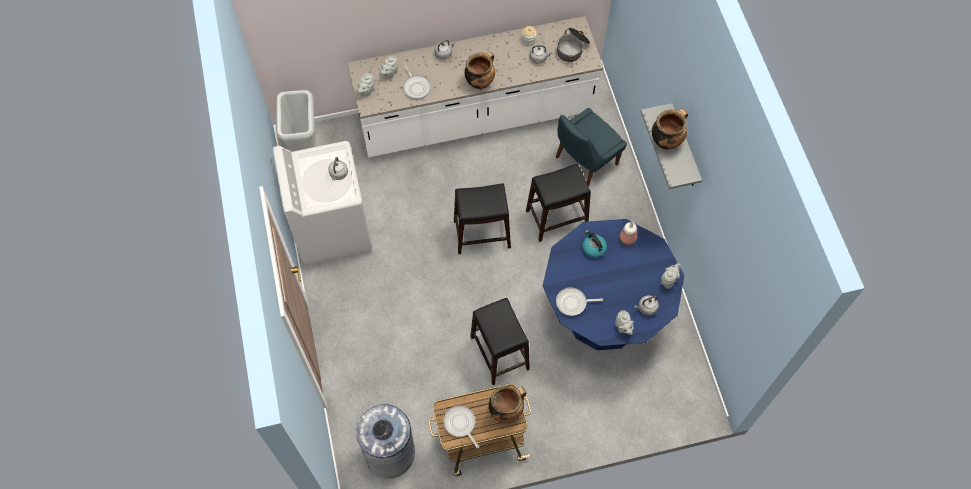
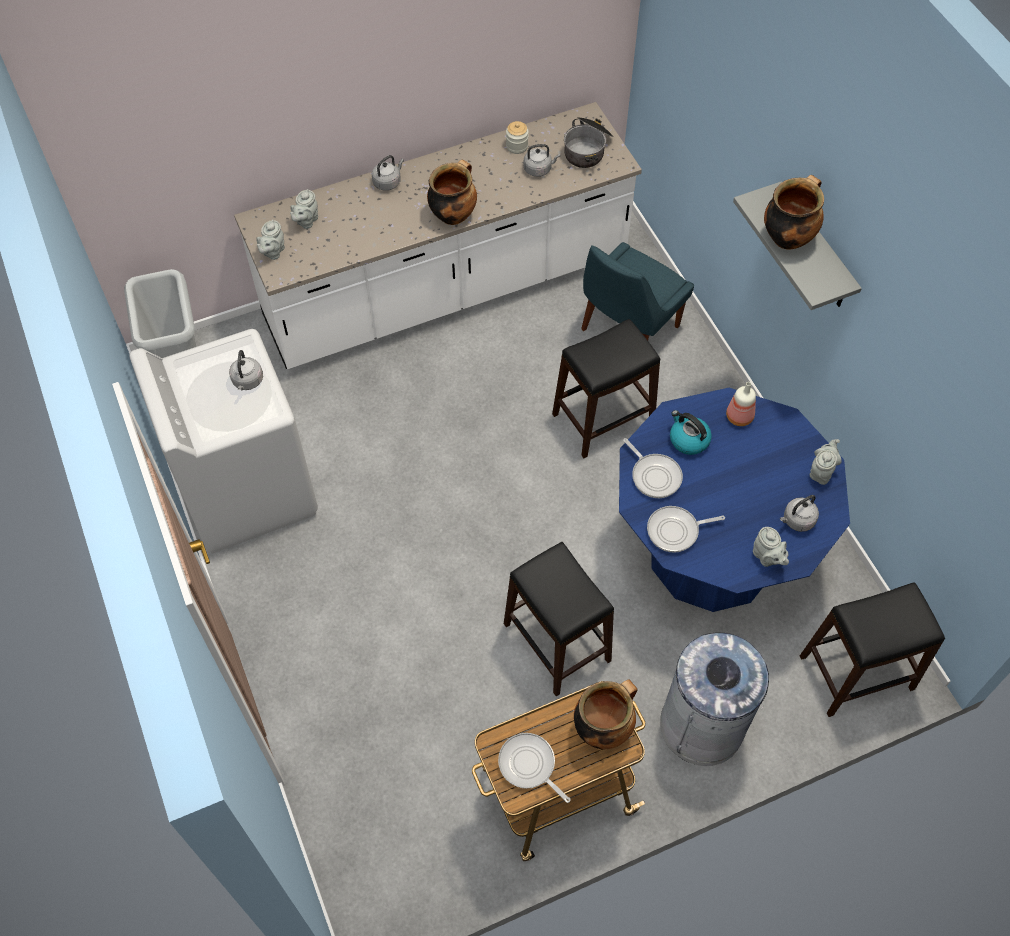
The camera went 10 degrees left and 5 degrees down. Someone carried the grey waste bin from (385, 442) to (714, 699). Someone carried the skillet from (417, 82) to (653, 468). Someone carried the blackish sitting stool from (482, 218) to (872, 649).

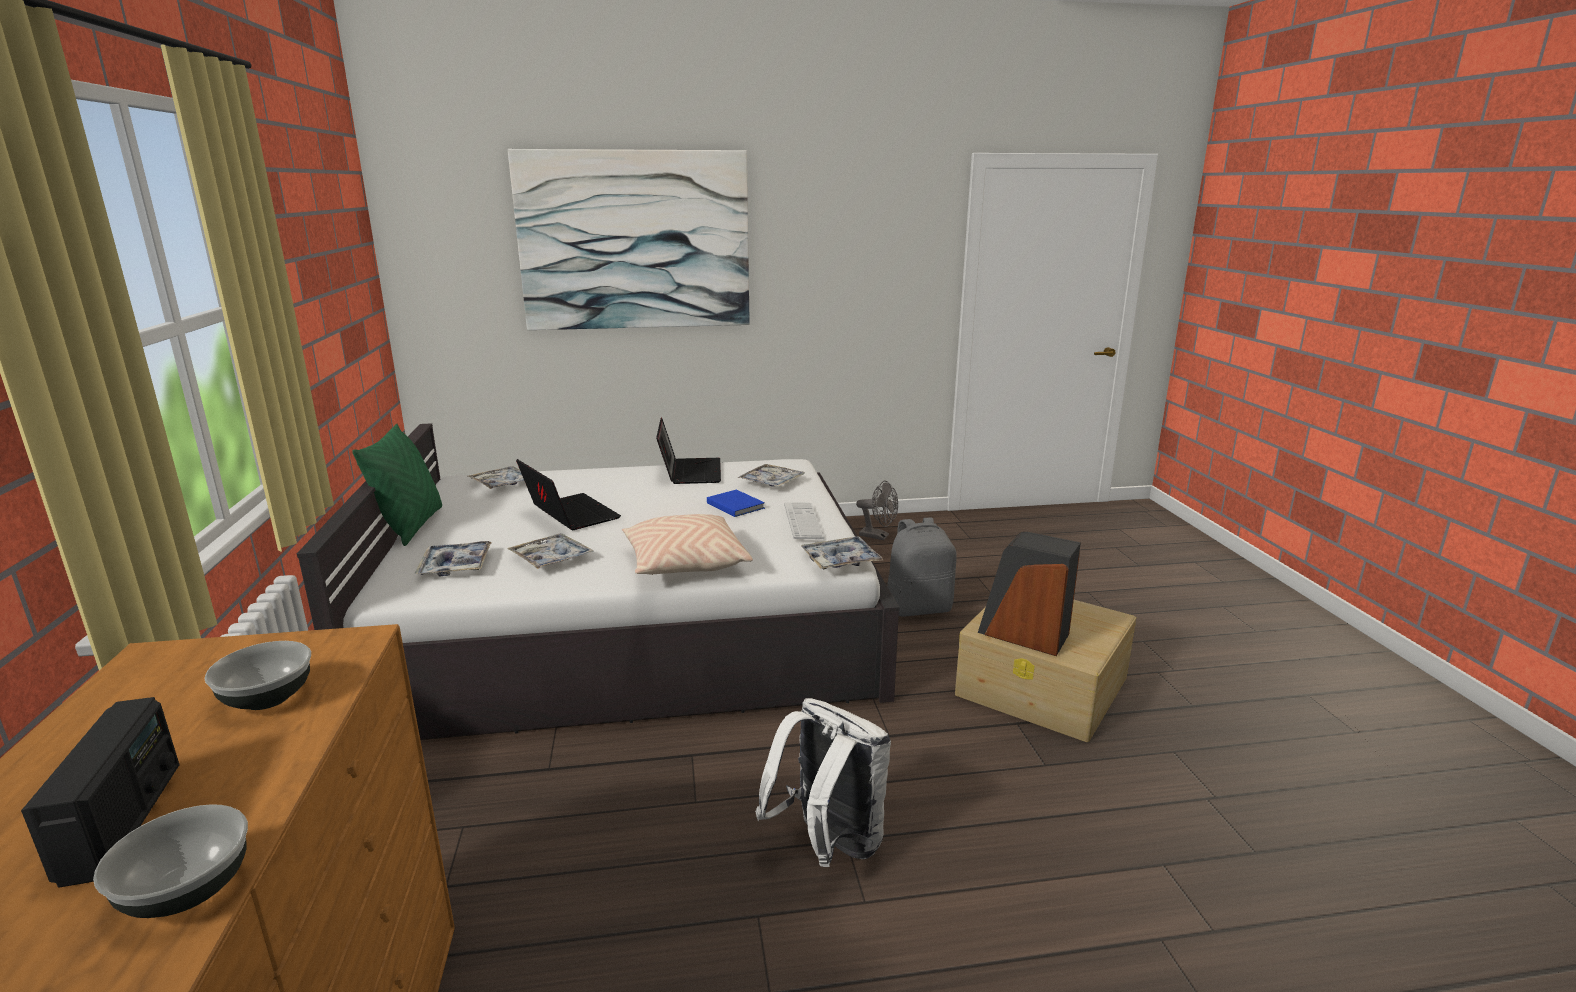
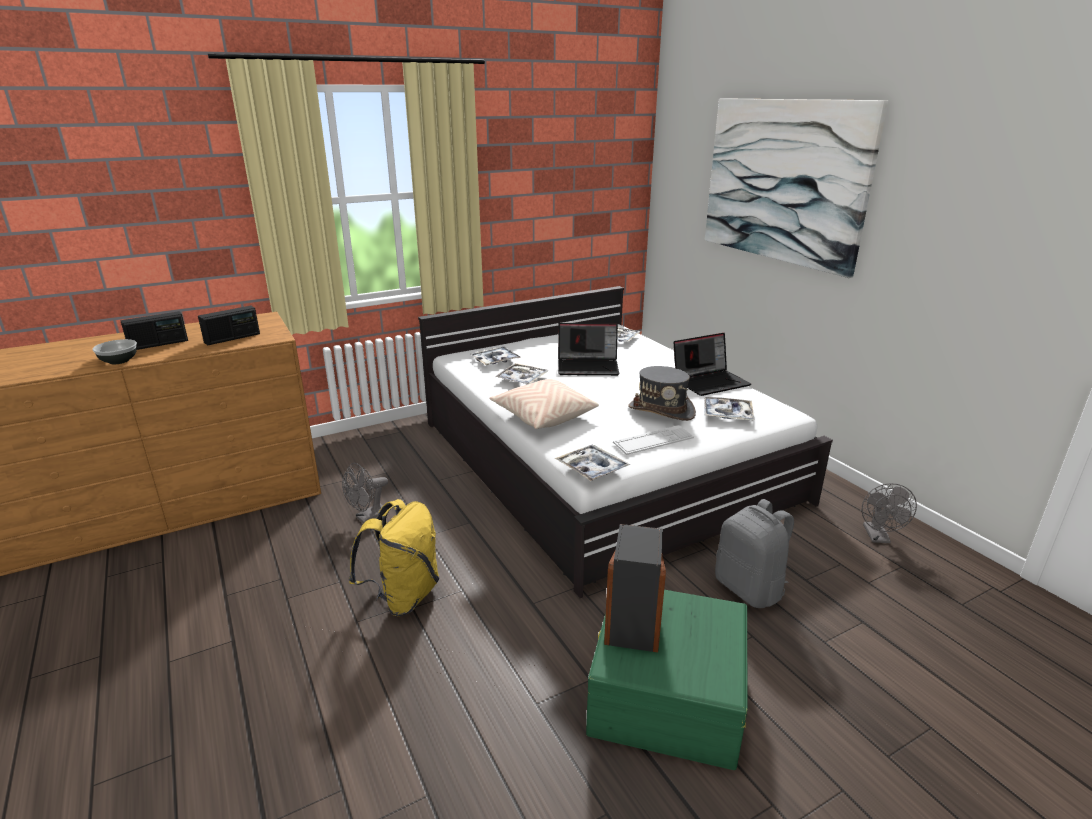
The camera went 70 degrees right and 5 degrees up. Someone swapped the deep dish at (258, 675) for the radio set at (229, 326). Someone took away the green-coloured pillow at (397, 484). Someone rotated the portable computer at (568, 494) by 60 degrees clockwise. Someone swapped the blue-coloured bound book at (736, 503) for the grey wearable hat at (662, 393). Someone repainted the white-coloured knapsack at (823, 782), which became the yellowish knapsack at (394, 557). Someone repainted the beige-coloured storage container at (1045, 671), which became the green-coloured storage container at (666, 680). Someone put down the grey electric fan at (365, 493).

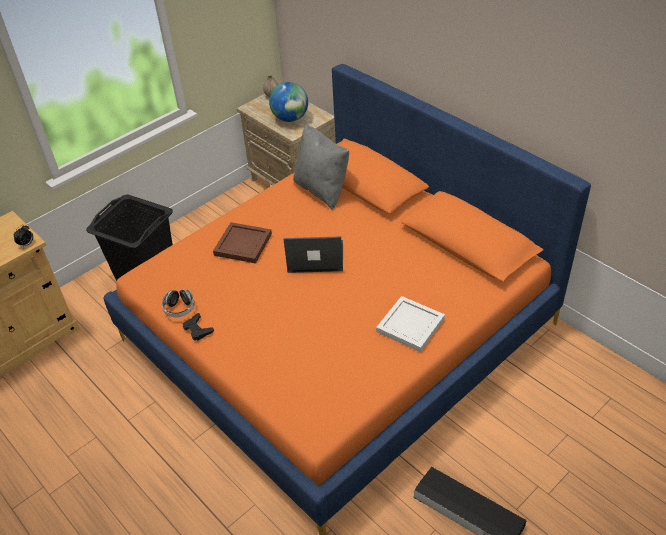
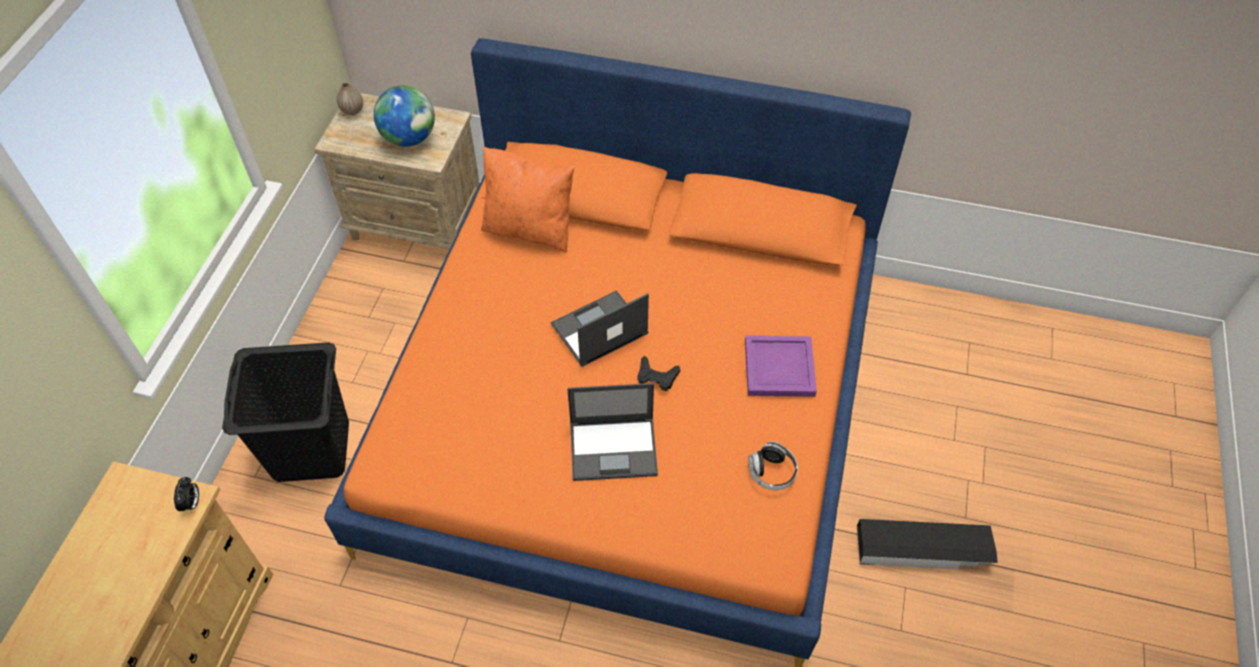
The camera went 35 degrees left and 10 degrees up. Someone carried the headphones from (178, 303) to (773, 465). Someone carried the blackish gamepad from (198, 327) to (658, 373). Someone took away the brown tray at (242, 243). Someone repainted the grey pillow at (321, 167), which became the orange pillow at (527, 199). Someone repainted the white-coloured tray at (410, 324), which became the purple-coloured tray at (781, 366). Someone put down the portable computer at (612, 432).

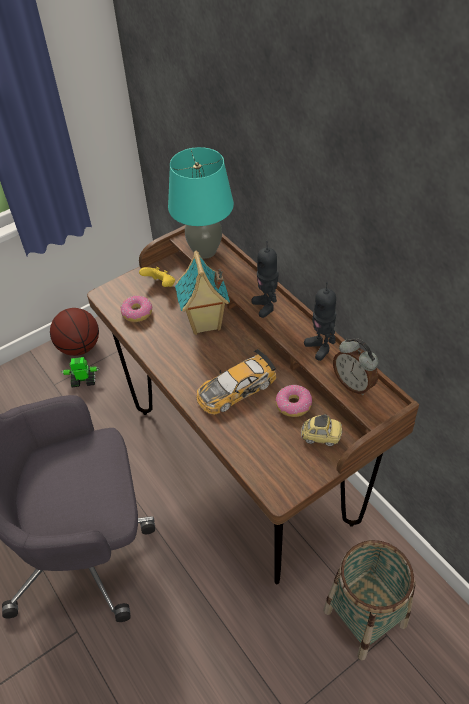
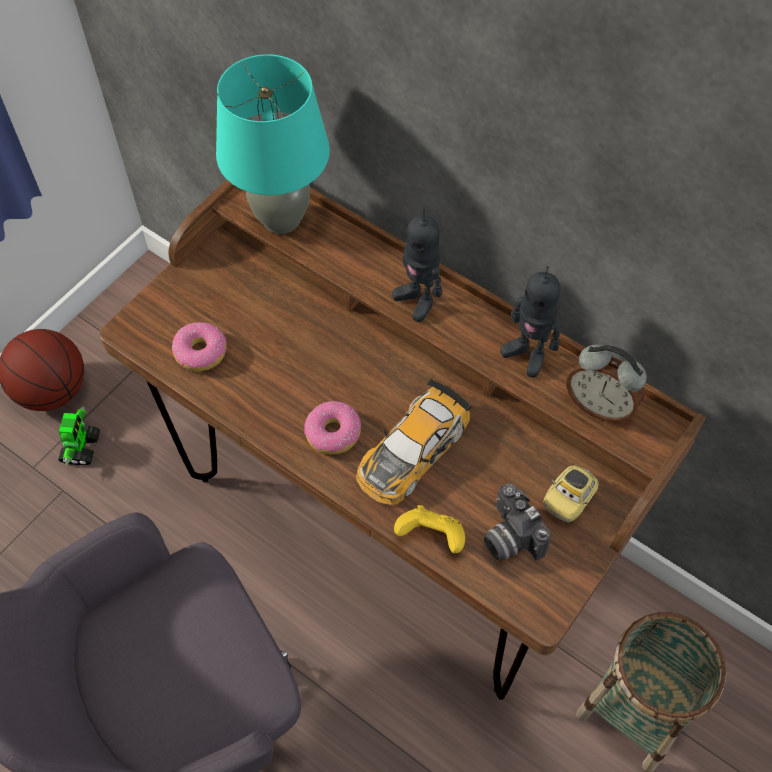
The camera went 20 degrees left and 10 degrees up. Someone rotated the robot figure at (80, 372) by 120 degrees clockwise. Someone carried the yellowish gamepad from (157, 277) to (429, 529). Someone took away the miniature house at (202, 293). Someone carried the ring doughnut from (293, 401) to (332, 427). Someone rotated the miniature car at (321, 430) by 135 degrees clockwise. Someone put down the photo camera at (517, 522).

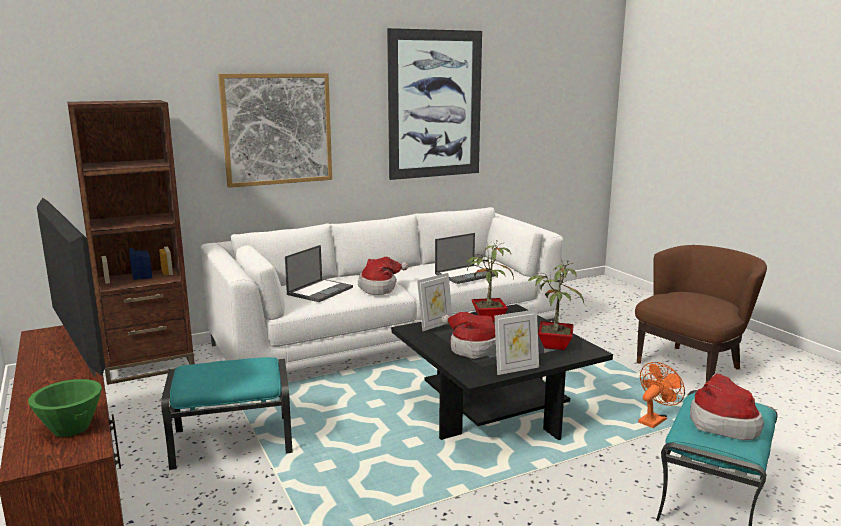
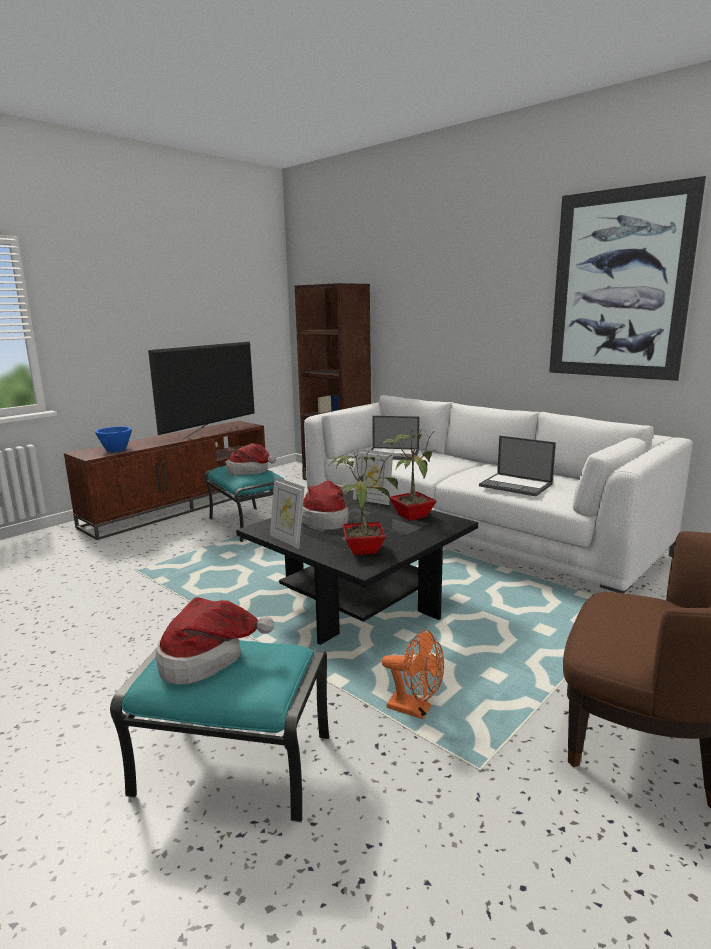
The camera went 70 degrees right and 0 degrees up. Someone repainted the green-coloured deep dish at (65, 408), which became the blue-coloured deep dish at (113, 439). Someone took away the wall picture at (275, 130). Someone carried the wearable hat from (383, 276) to (251, 459).

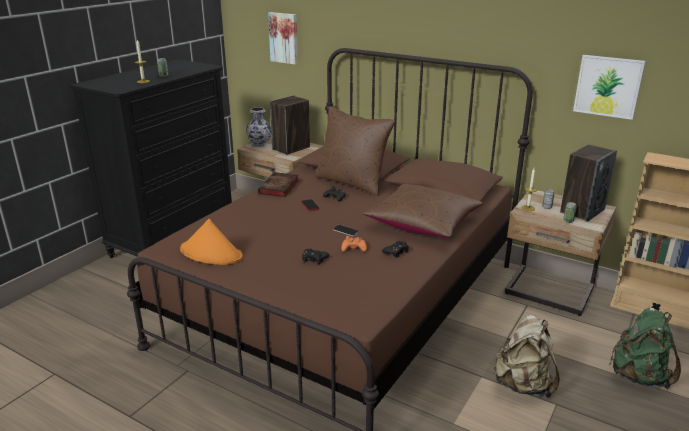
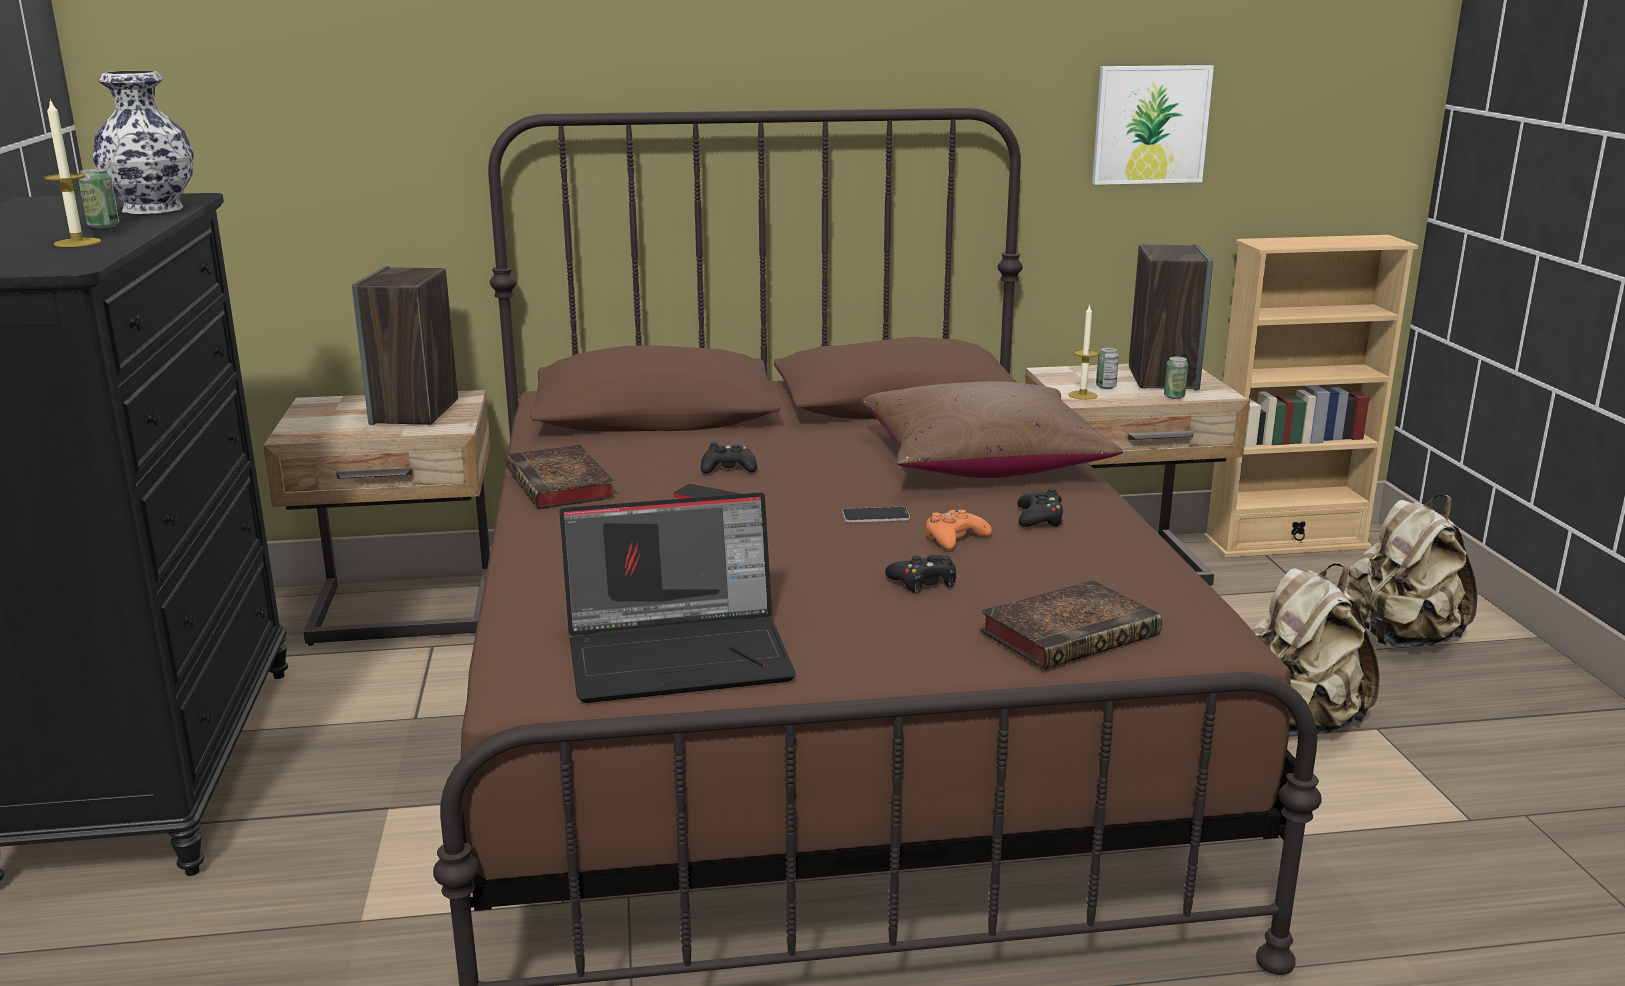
The camera went 40 degrees left and 5 degrees down. Someone swapped the orange wearable hat at (211, 242) for the portable computer at (677, 598). Someone carried the flower vase from (258, 127) to (143, 142). Someone took away the wall picture at (283, 38). Someone took away the brown pillow at (355, 151). Someone repainted the green-coloured knapsack at (645, 348), which became the beige-coloured knapsack at (1412, 571). Someone put down the bound book at (1071, 624).

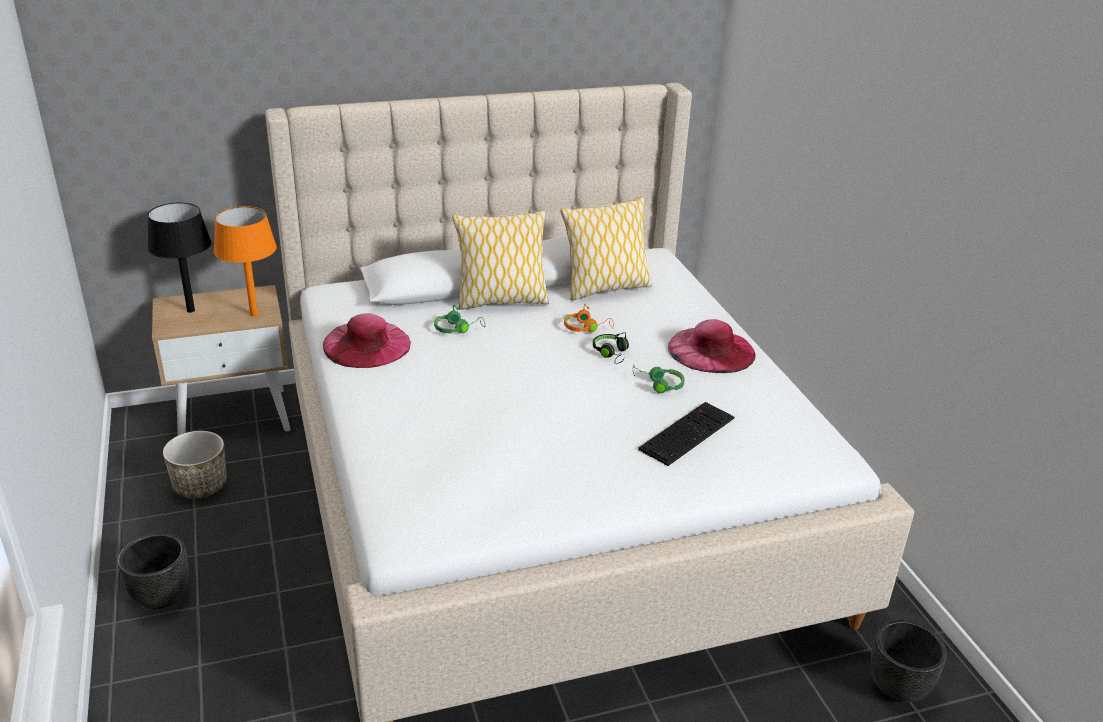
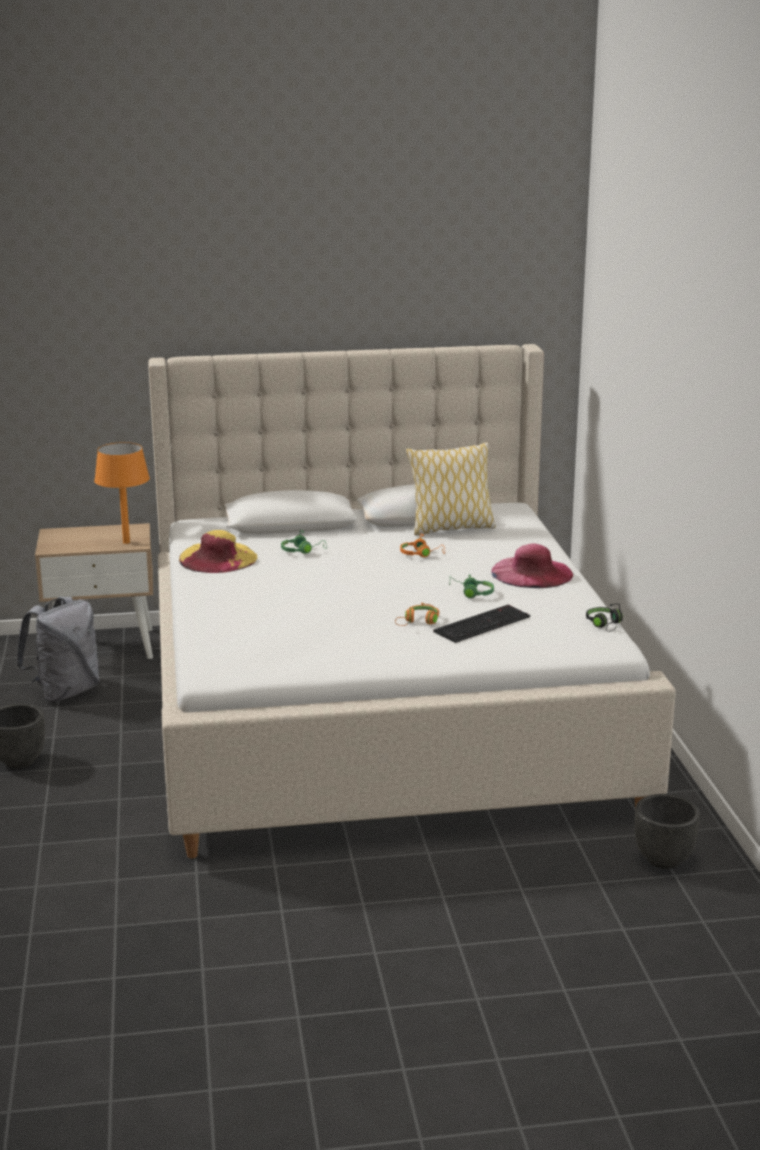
The camera went 10 degrees right and 10 degrees down. Someone took away the blackish lamp for a table at (179, 258). Someone swapped the flower pot at (195, 464) for the grey knapsack at (58, 650). Someone repainted the pink wearable hat at (367, 340), which became the yellowish wearable hat at (218, 551). Someone took away the pillow at (500, 260). Someone carried the blackish headphones from (611, 348) to (604, 617). Someone put down the orange headphones at (417, 614).

